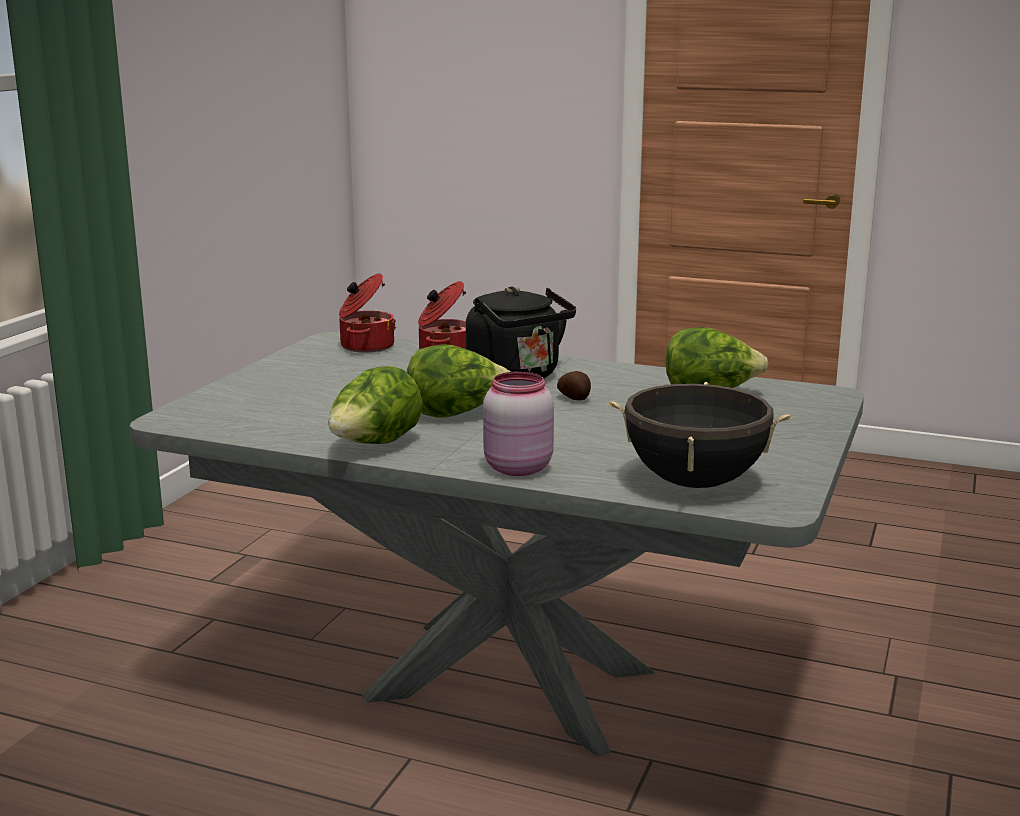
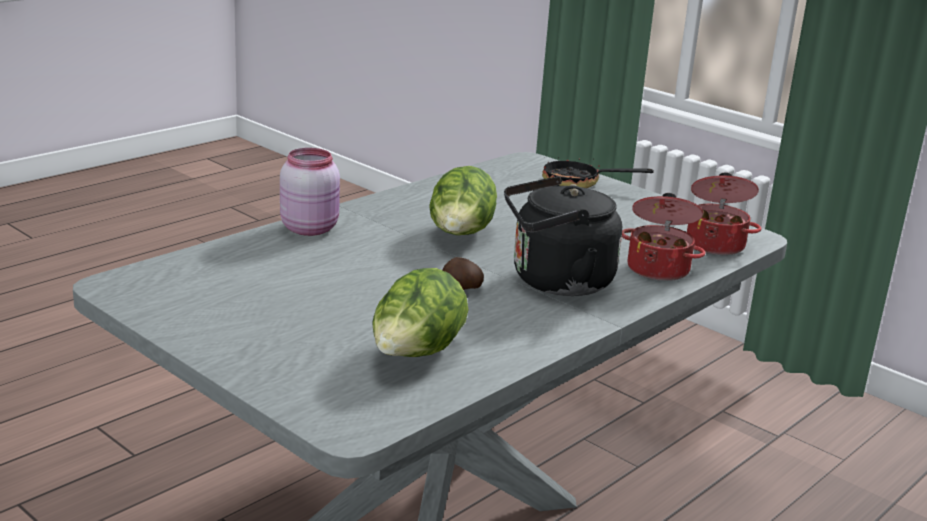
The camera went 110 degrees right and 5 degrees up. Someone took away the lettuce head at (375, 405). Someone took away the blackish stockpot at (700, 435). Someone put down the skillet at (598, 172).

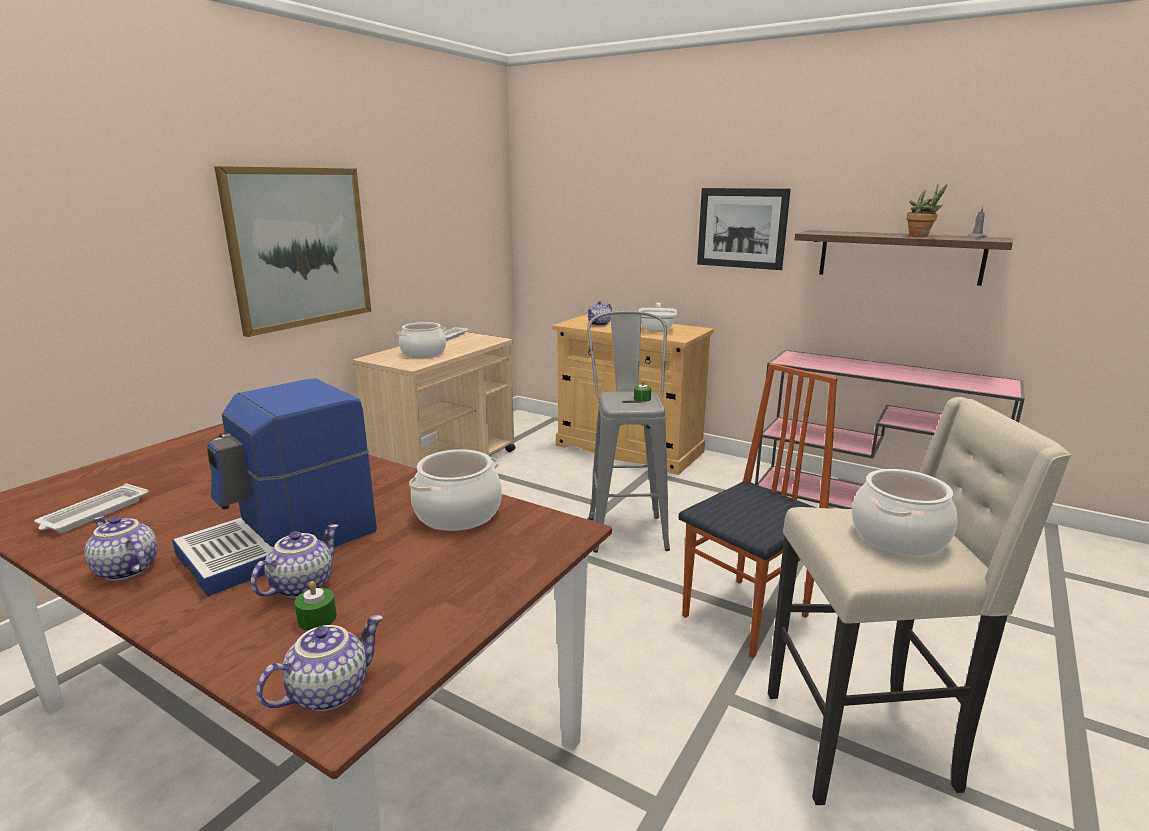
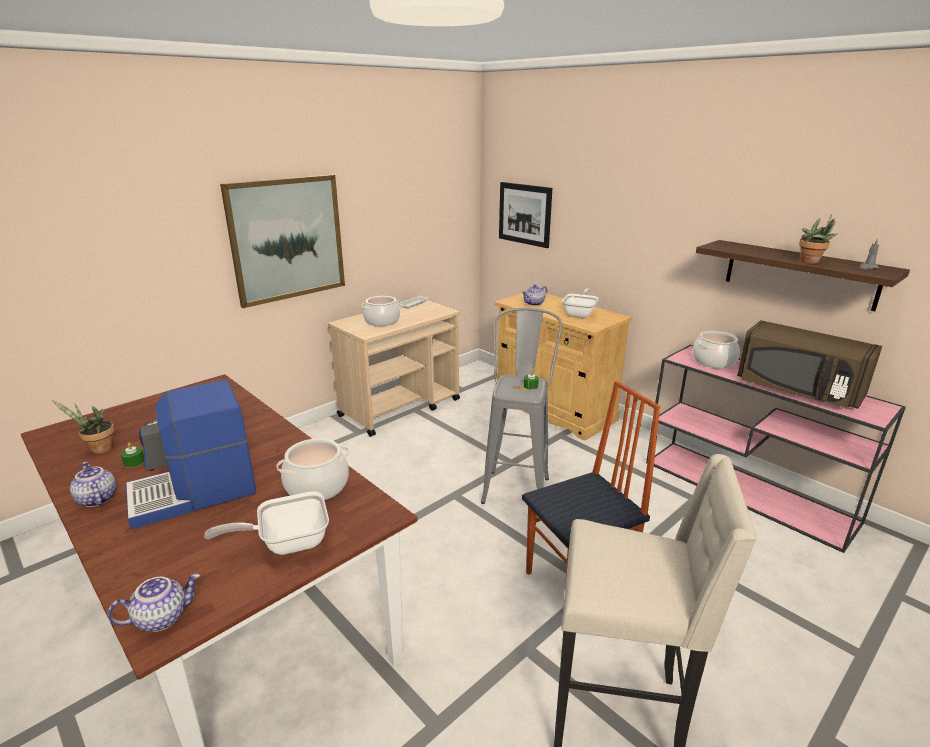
The camera went 15 degrees right and 5 degrees up. Someone swapped the white-coloured tray at (91, 507) for the houseplant at (83, 427). Someone took away the tea pot at (295, 561). Someone carried the green-coloured wax light from (316, 606) to (132, 455). Someone carried the wall picture from (744, 229) to (525, 215). Someone carried the stockpot from (904, 513) to (716, 350). Someone put down the skillet at (267, 523). Someone put down the brown kitchen microwave at (809, 364).

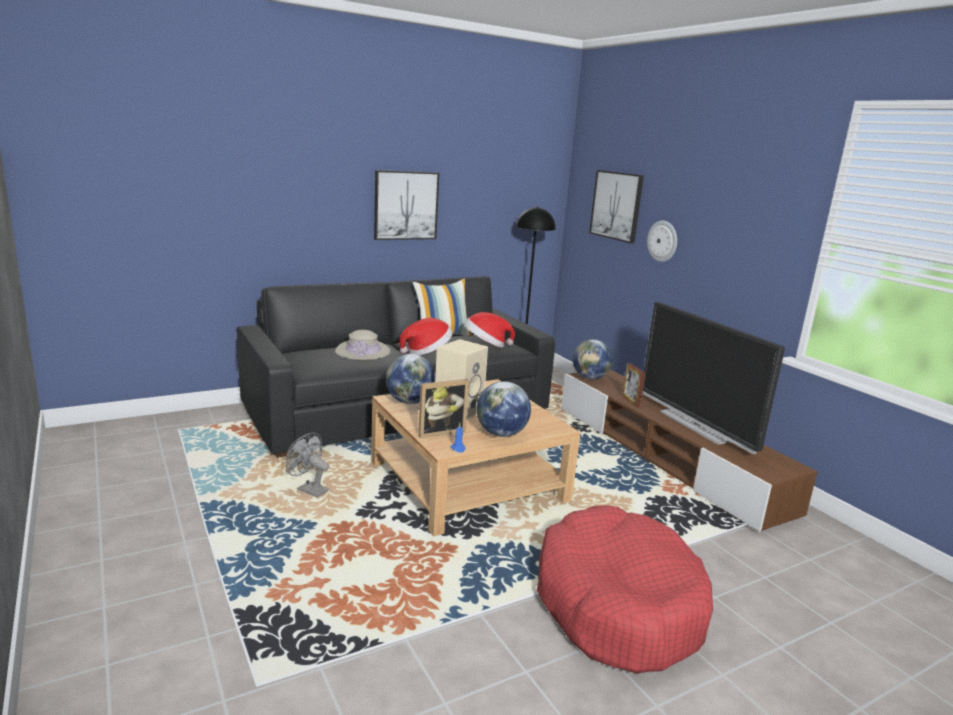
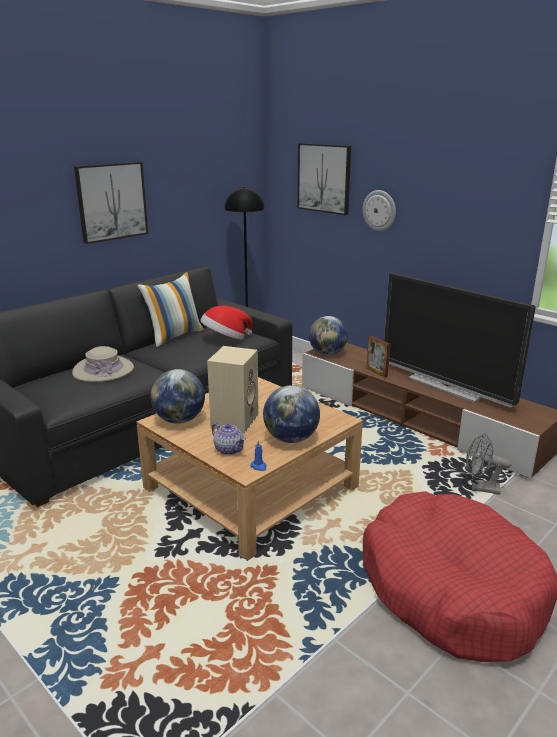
The camera went 15 degrees left and 5 degrees up. Someone carried the grey electric fan from (307, 464) to (488, 464). Someone took away the wearable hat at (425, 336). Someone swapped the photo frame at (443, 408) for the tea pot at (229, 439).

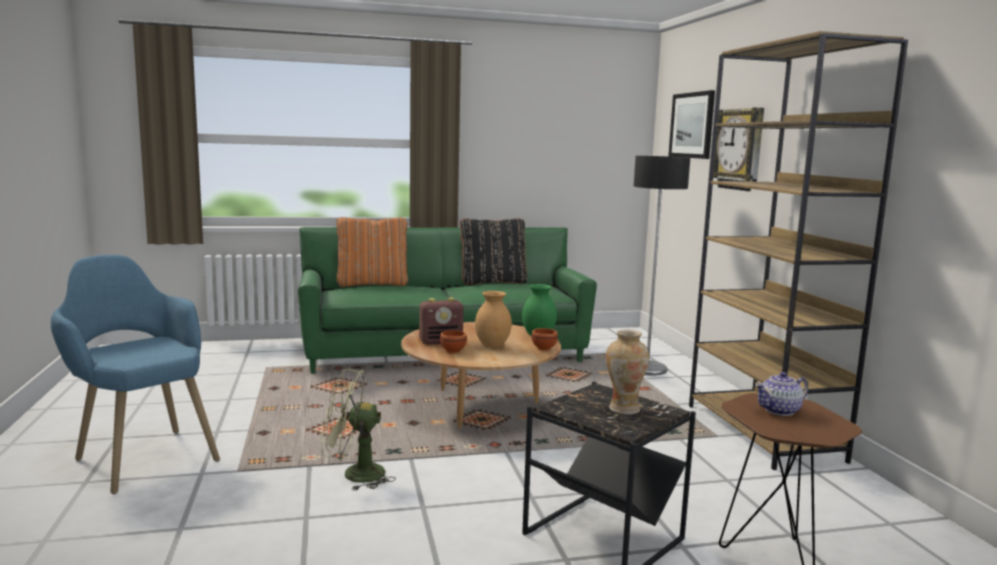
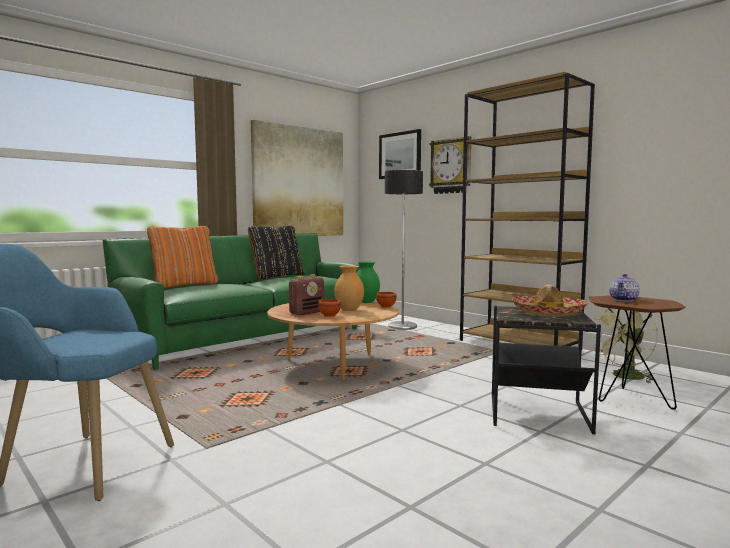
The camera went 30 degrees left and 5 degrees down. Someone carried the green-coloured electric fan from (358, 430) to (624, 345). Someone swapped the flower vase at (627, 372) for the wearable hat at (550, 300). Someone put up the wall picture at (297, 178).

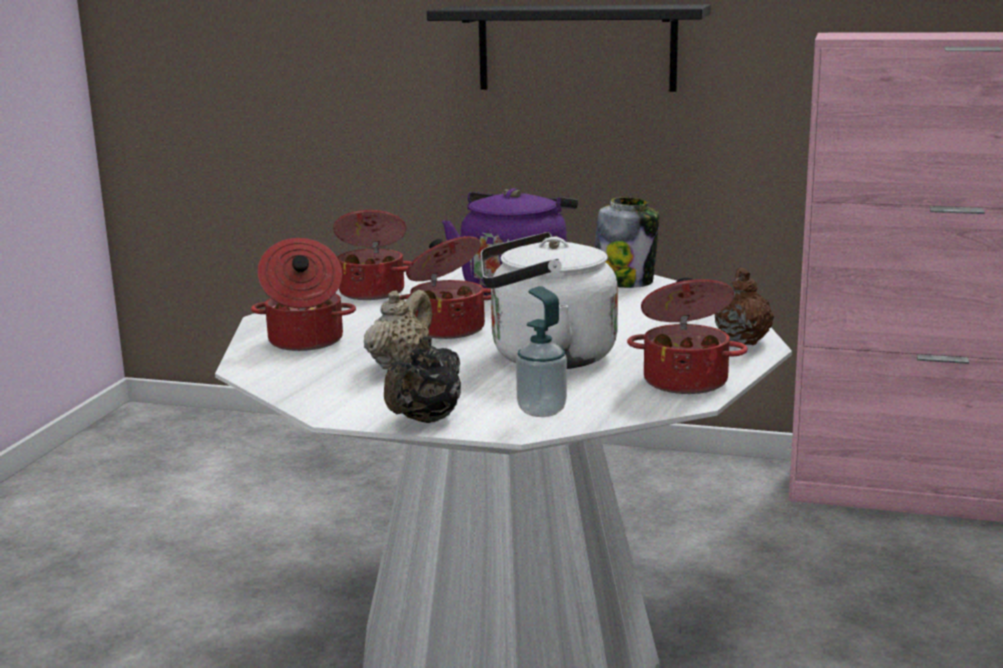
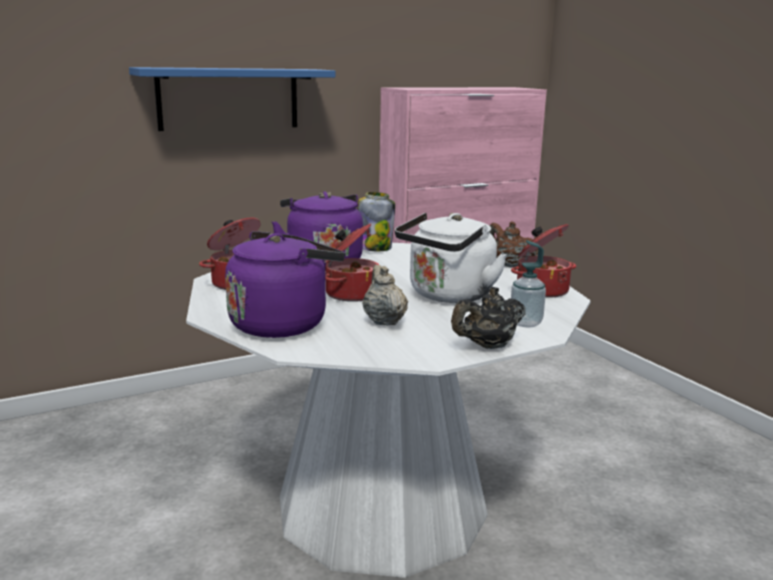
The camera went 45 degrees left and 0 degrees up. Someone swapped the stockpot at (303, 294) for the purple-coloured kettle at (285, 284). Someone rotated the blackish tea pot at (422, 380) by 75 degrees clockwise. Someone repainted the blackish shelf at (569, 48), which became the blue-coloured shelf at (232, 99).

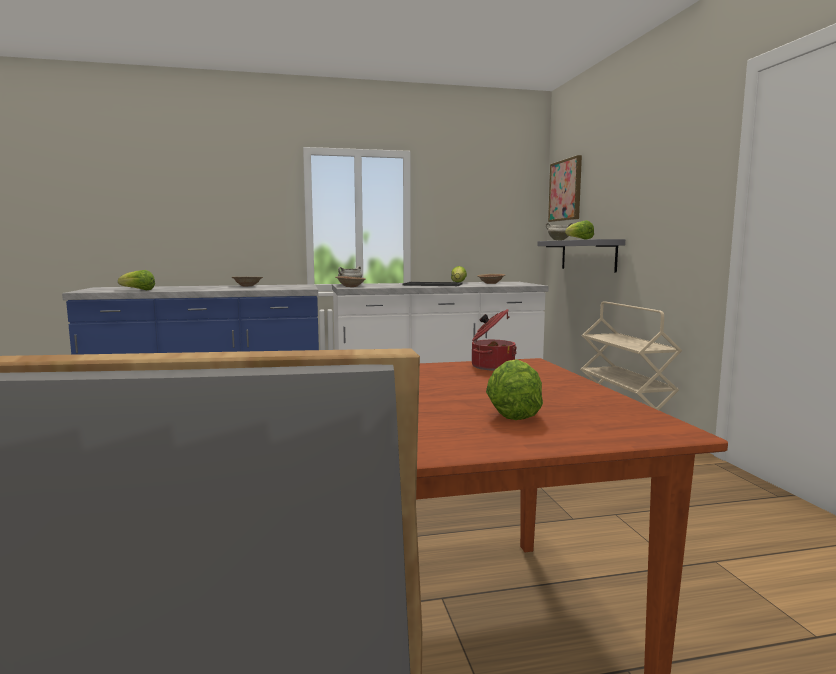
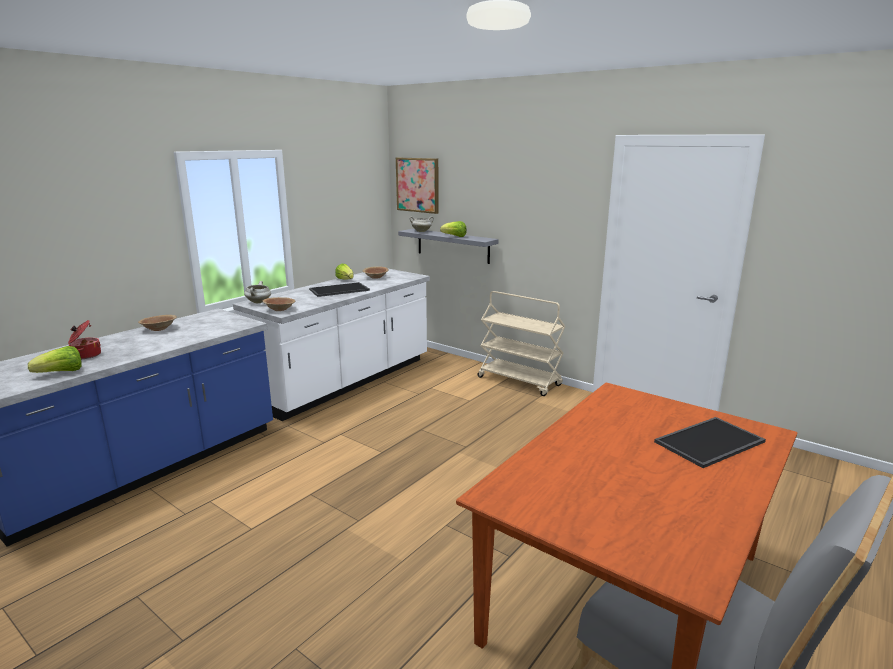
The camera went 40 degrees left and 10 degrees up. Someone carried the stockpot from (494, 340) to (84, 339). Someone swapped the lettuce head at (514, 389) for the tray at (710, 442).

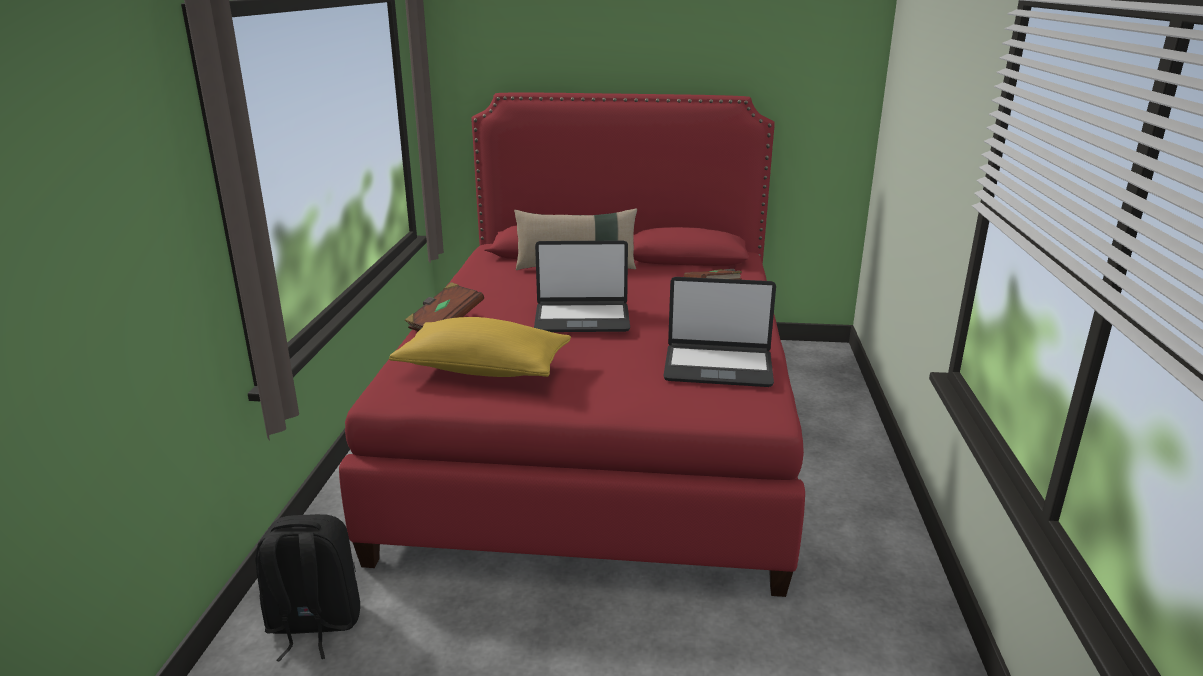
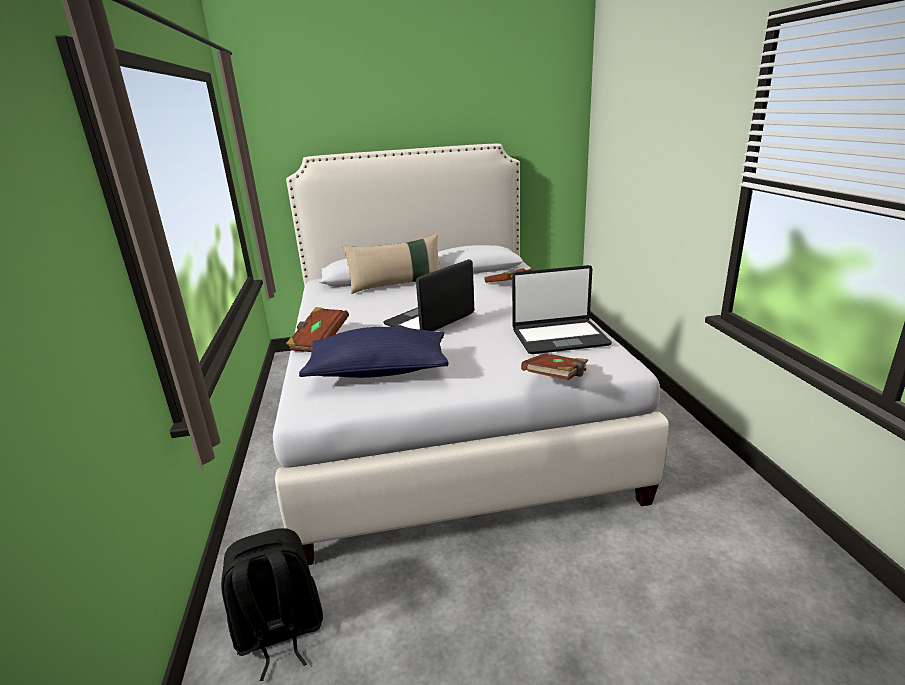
The camera went 15 degrees left and 0 degrees up. Someone repainted the reddish sleeping bed at (572, 345), which became the white-coloured sleeping bed at (471, 354). Someone repainted the yellowish pillow at (480, 347), which became the blue-coloured pillow at (374, 352). Someone rotated the portable computer at (582, 286) by 150 degrees clockwise. Someone put down the brown bound book at (554, 366).

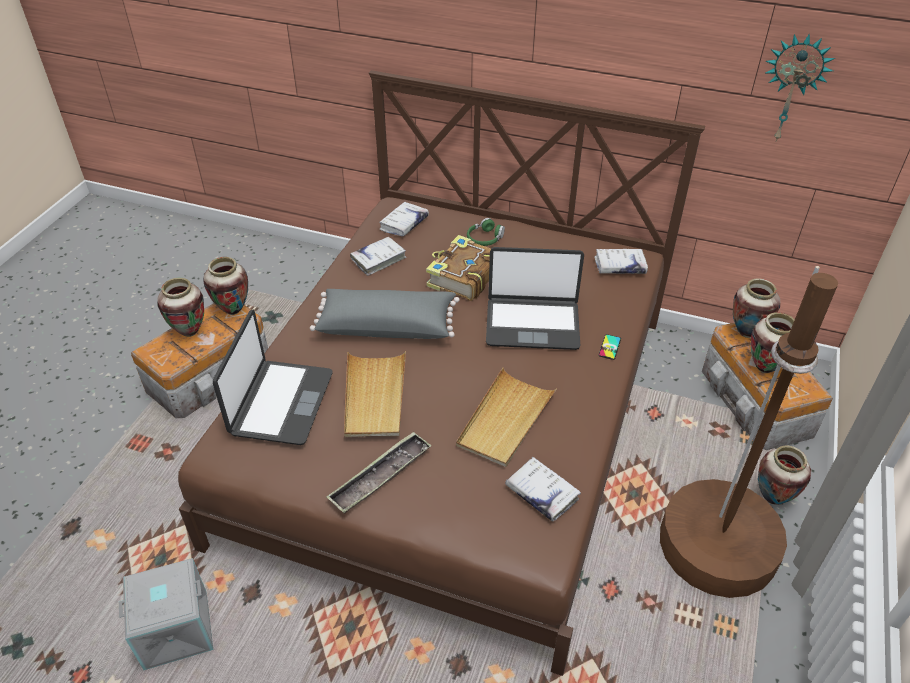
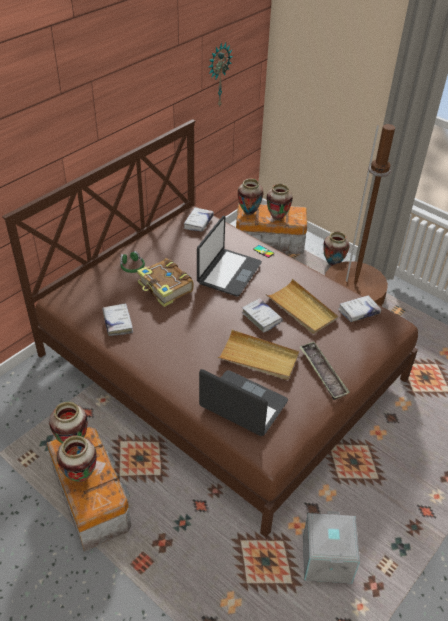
The camera went 70 degrees left and 0 degrees up. Someone took away the grey pillow at (384, 314). Someone carried the white-coloured bound book from (404, 219) to (262, 315).

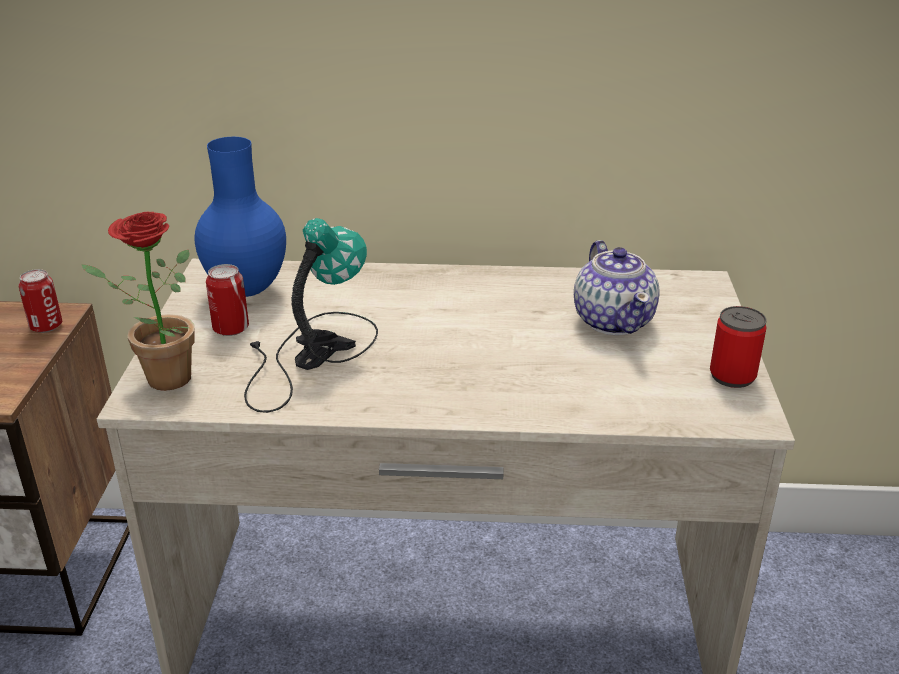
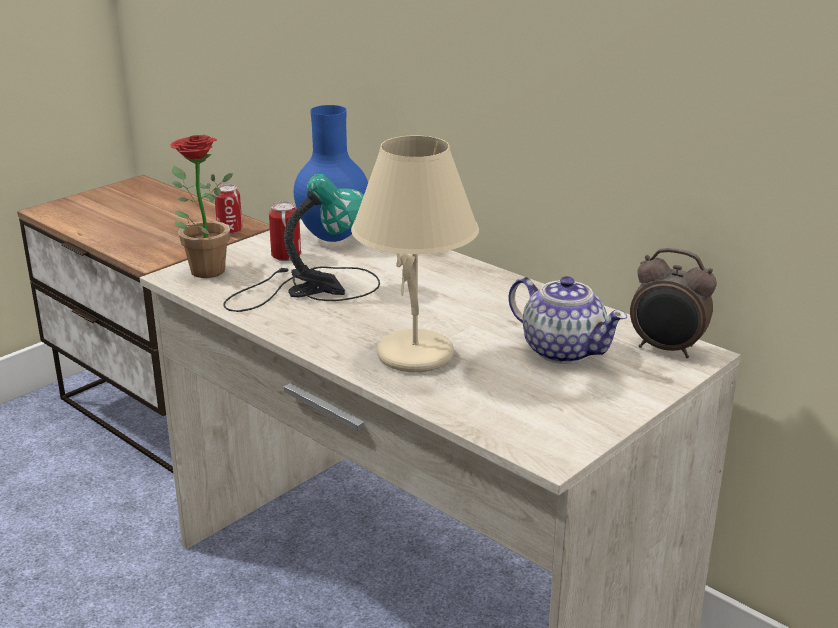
The camera went 40 degrees right and 5 degrees down. Someone rotated the tea pot at (617, 287) by 75 degrees counterclockwise. Someone took away the can at (738, 347). Someone put down the beige-coloured lamp for a table at (415, 253). Someone put down the table clock at (673, 303).

